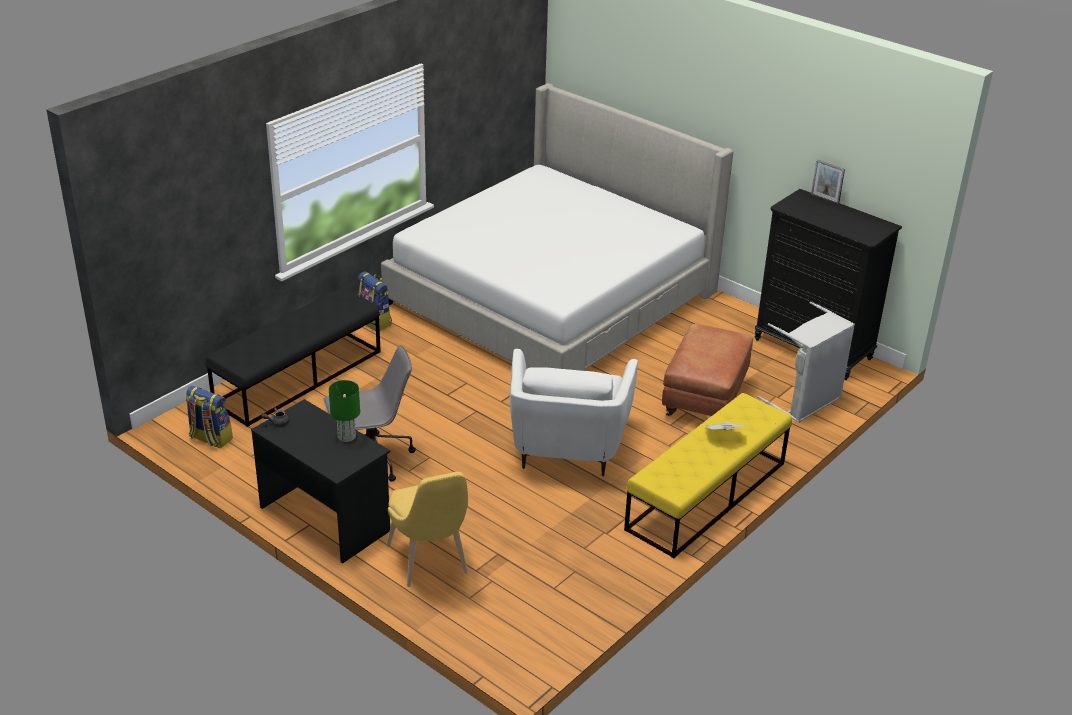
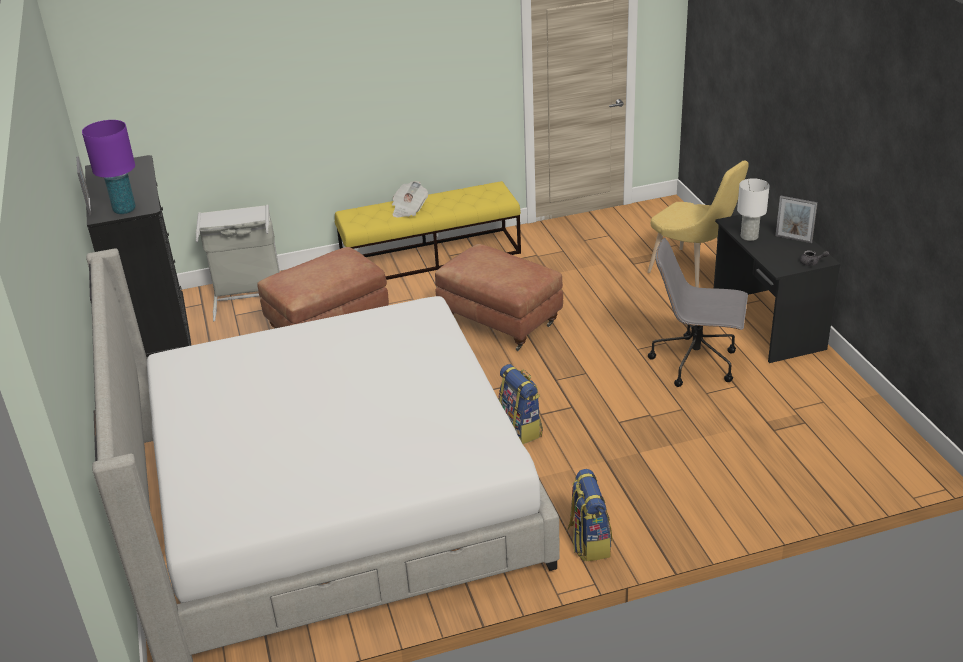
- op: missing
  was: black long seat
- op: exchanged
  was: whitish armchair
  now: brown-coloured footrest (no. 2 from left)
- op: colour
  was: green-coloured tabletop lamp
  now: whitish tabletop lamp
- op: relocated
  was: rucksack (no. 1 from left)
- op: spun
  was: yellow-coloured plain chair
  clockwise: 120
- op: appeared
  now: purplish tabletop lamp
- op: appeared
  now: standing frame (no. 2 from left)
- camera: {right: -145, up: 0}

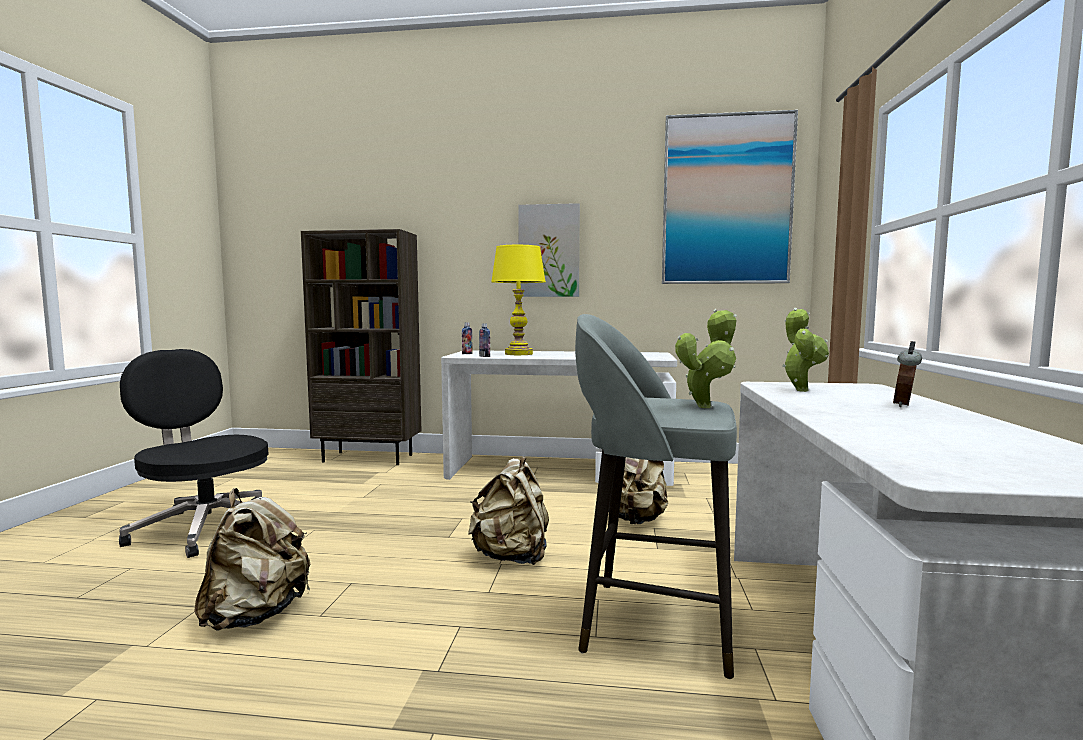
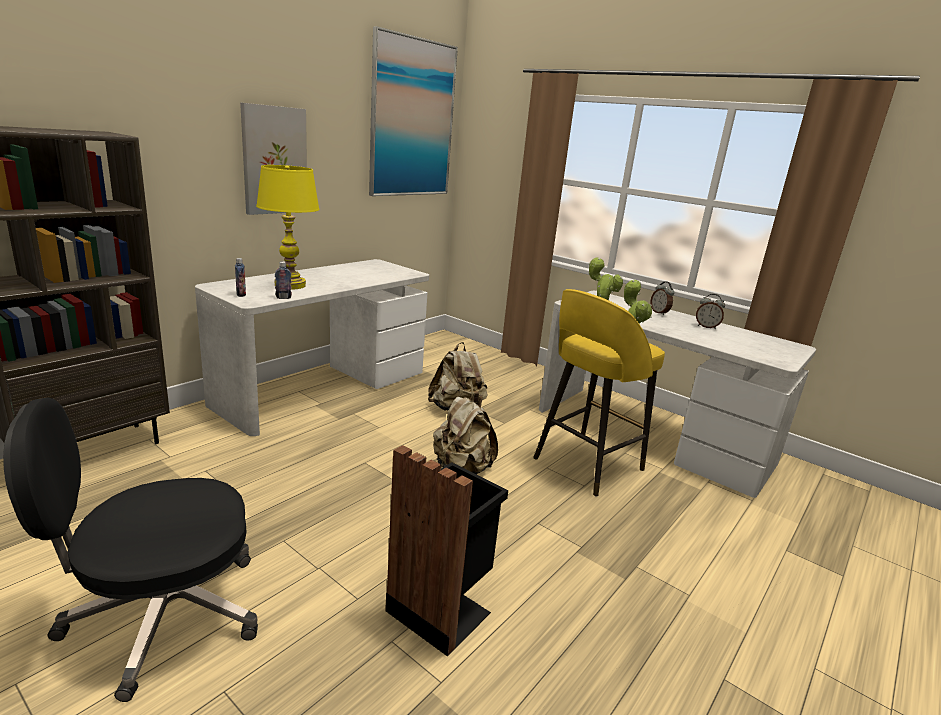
- op: colour
  was: gray sitting stool
  now: yellow-coloured sitting stool
- op: exchanged
  was: beige-coloured rucksack (no. 1 from left)
  now: black trash can
- op: appeared
  now: alarm clock (no. 2 from left)
- camera: {right: -60, up: 15}

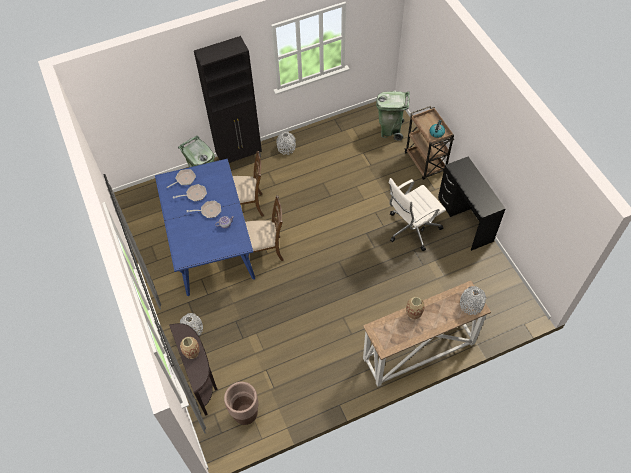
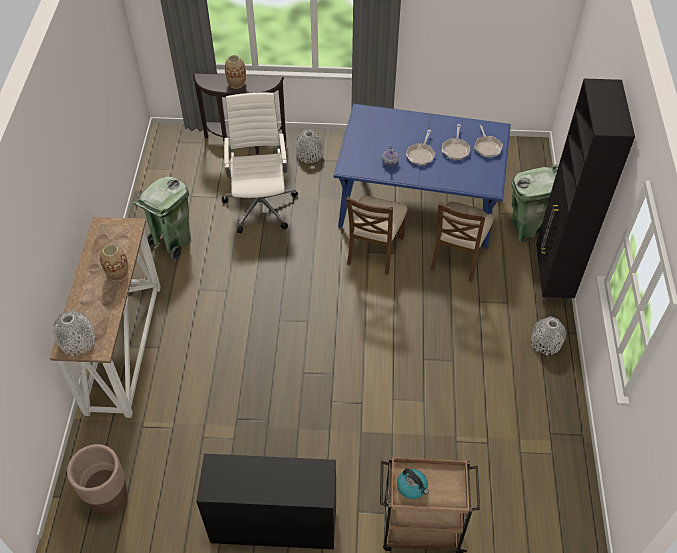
- op: relocated
  was: green-coloured trash can (no. 2 from left in the first image)
  now: green-coloured trash can (no. 1 from left)
- op: relocated
  was: whitish desk chair
- op: relocated
  was: brown-coloured planter
- camera: {right: 115, up: -5}

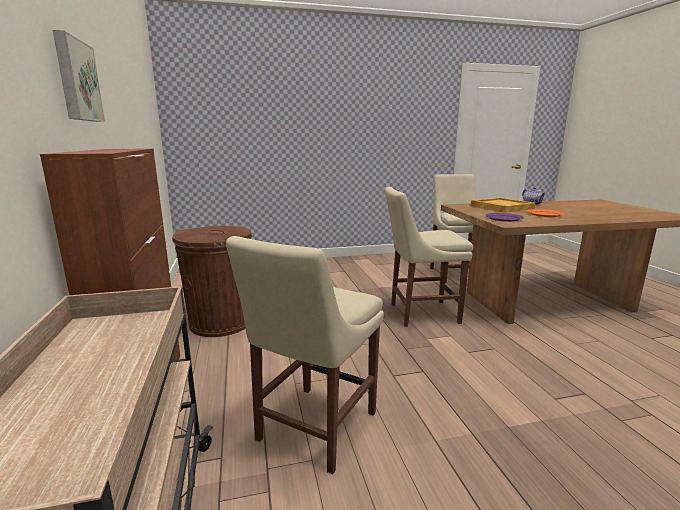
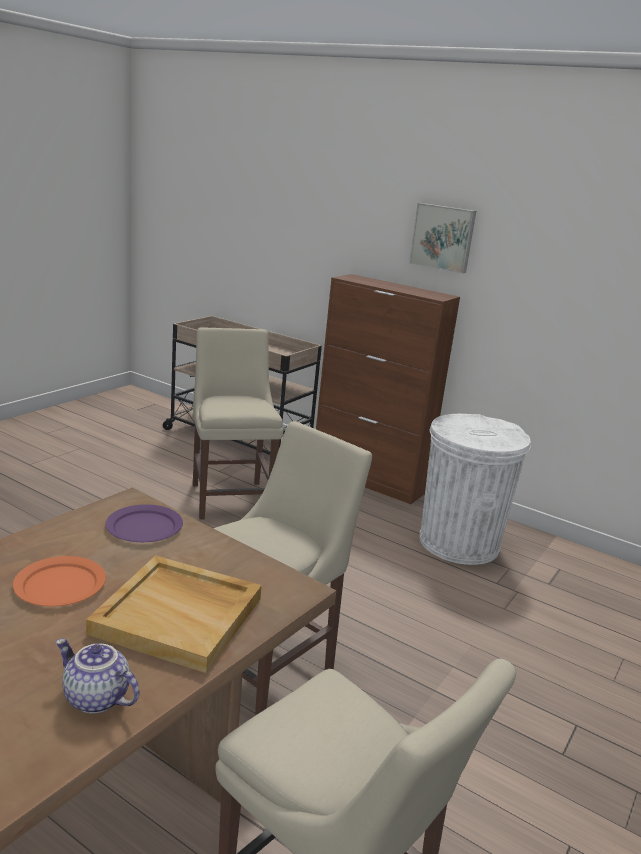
- op: colour
  was: brown-coloured trash can
  now: whitish trash can
- camera: {right: 135, up: 5}

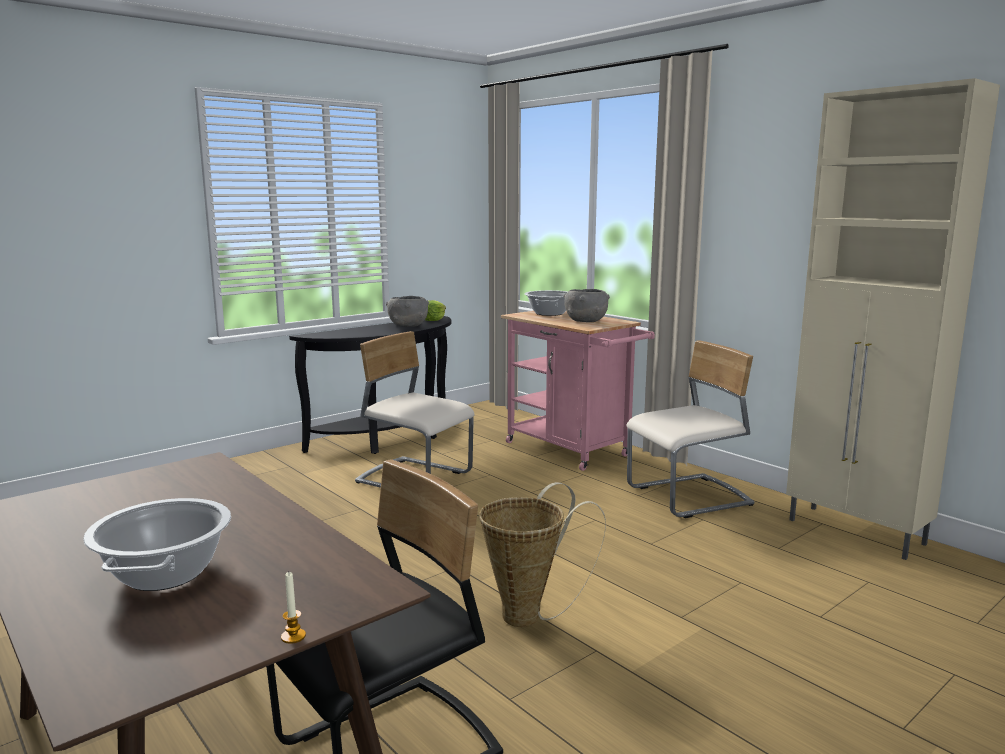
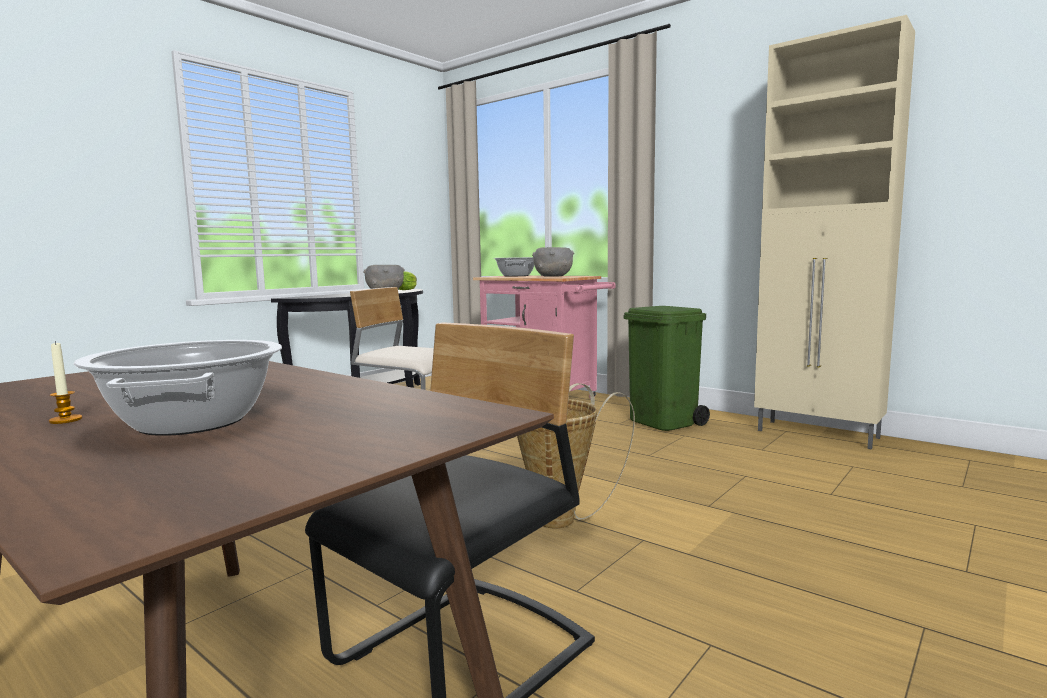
- op: exchanged
  was: beige-coloured plain chair (no. 2 from left)
  now: green-coloured trash can
- op: relocated
  was: wax candle
- camera: {right: -10, up: -5}

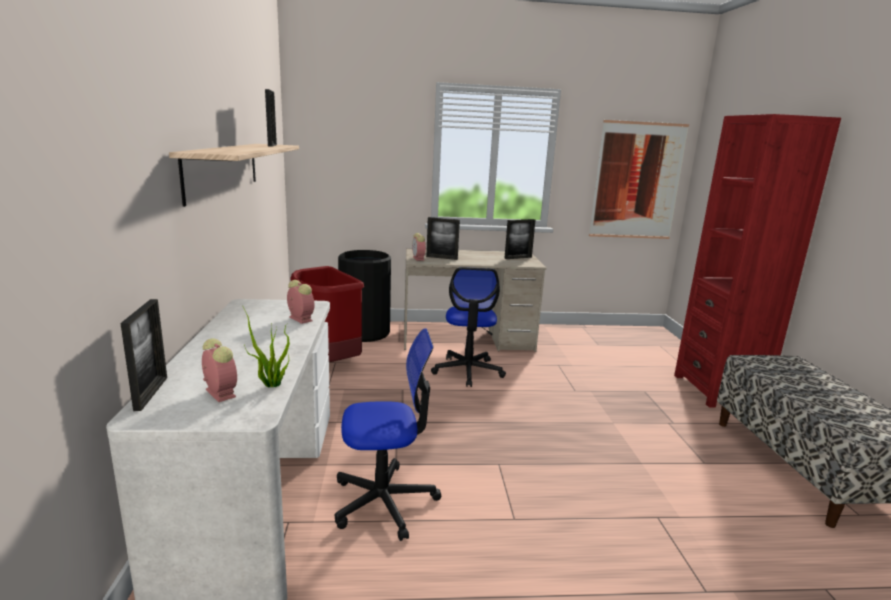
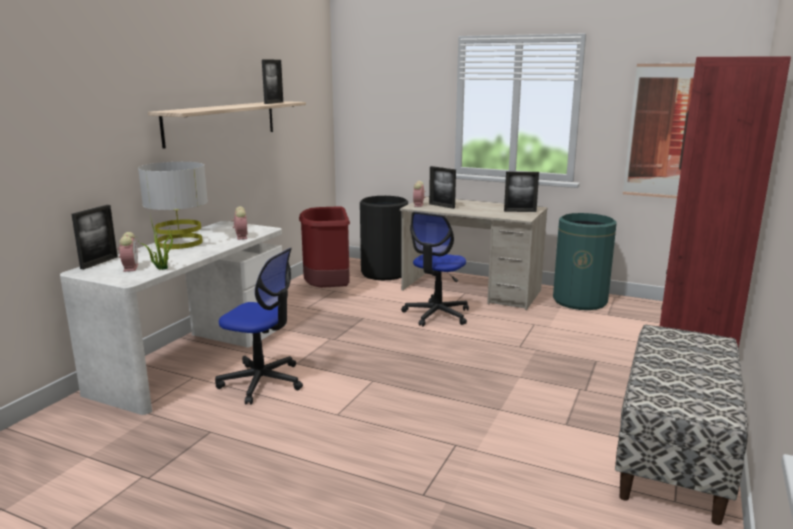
- op: appeared
  now: gray tabletop lamp
- op: appeared
  now: green-coloured trash can
- camera: {right: 30, up: 0}

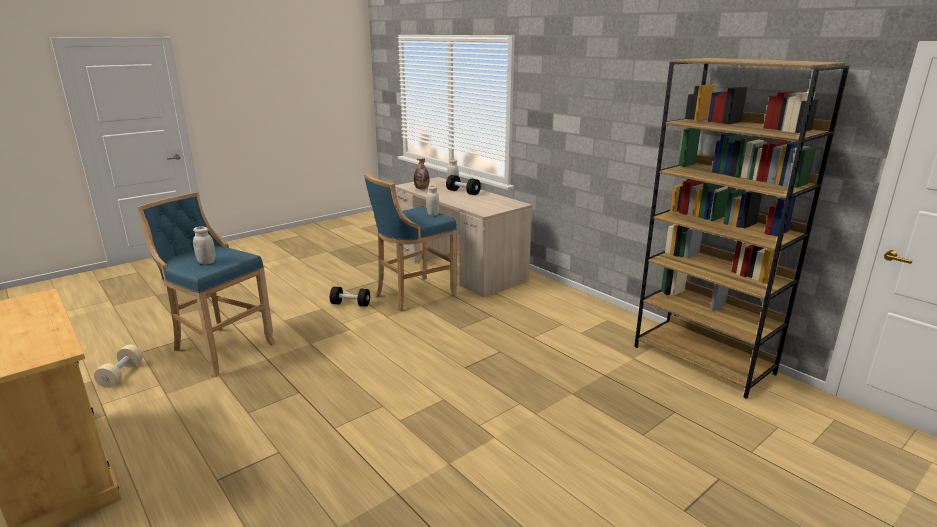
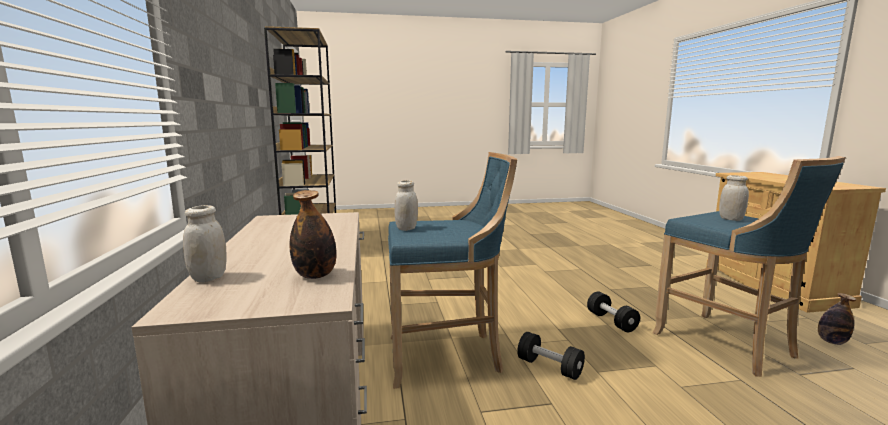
- op: relocated
  was: black free weight (no. 2 from left)
- op: exchanged
  was: beige-coloured free weight
  now: bottle (no. 2 from left)
- camera: {right: -150, up: -10}

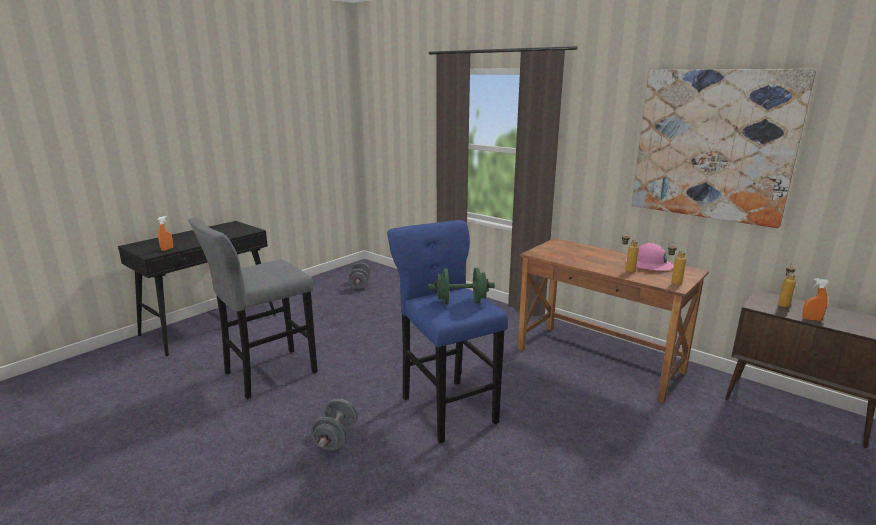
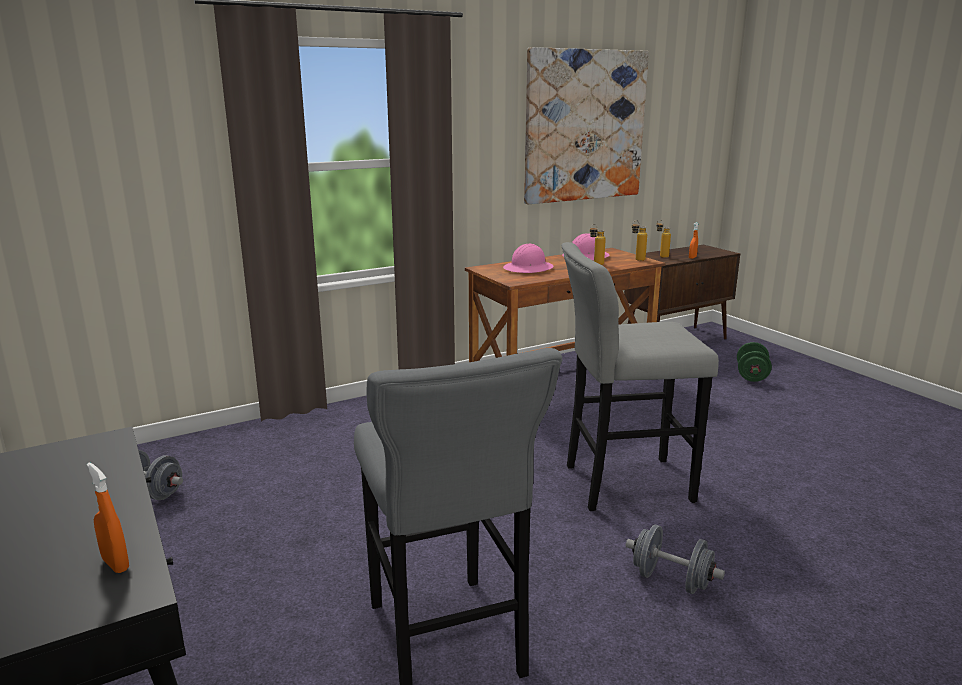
- op: colour
  was: blue-coloured sitting stool
  now: gray sitting stool (no. 2 from left)
- op: relocated
  was: green-coloured free weight
- op: appeared
  now: pink hard hat (no. 1 from left)
- camera: {right: -70, up: 0}

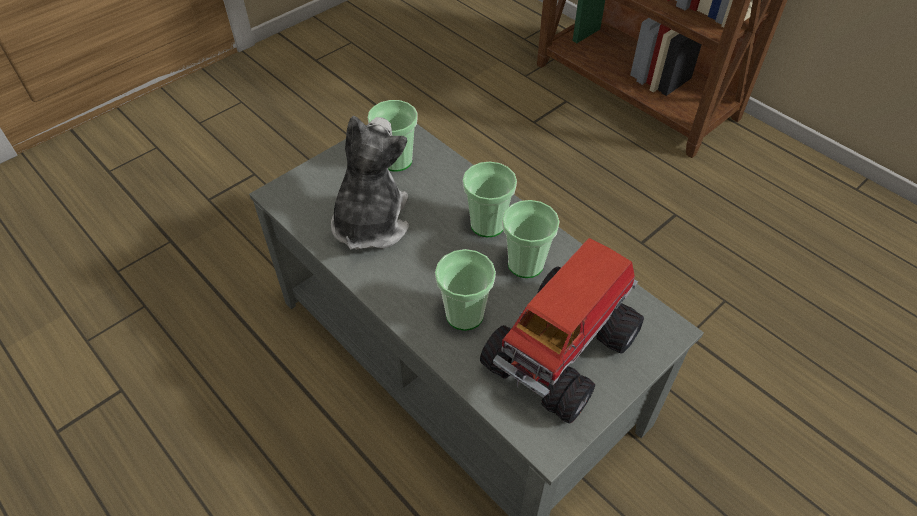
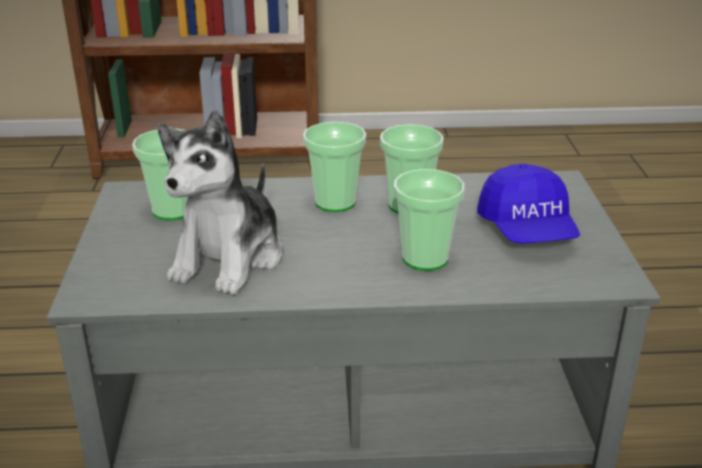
- op: spun
  was: plush toy
  clockwise: -120
- op: exchanged
  was: toy lorry
  now: blue-coloured cap
- camera: {right: -50, up: -20}

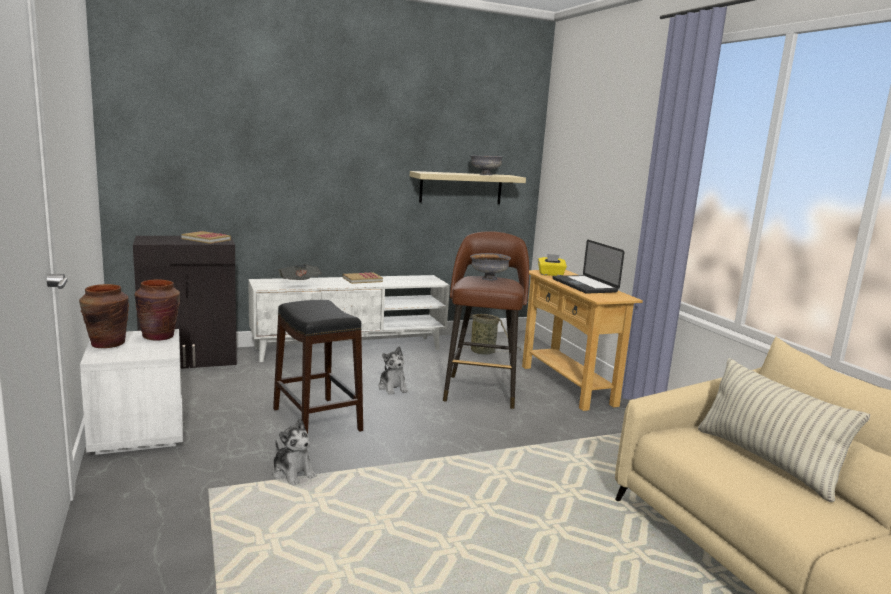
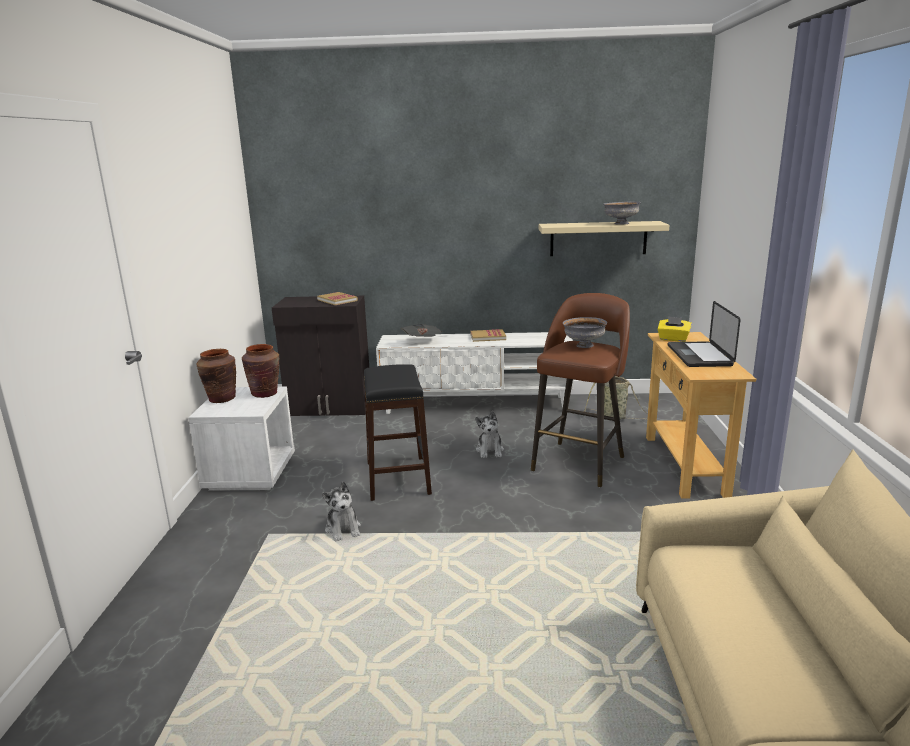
- op: missing
  was: pillow
- camera: {right: 25, up: 5}

